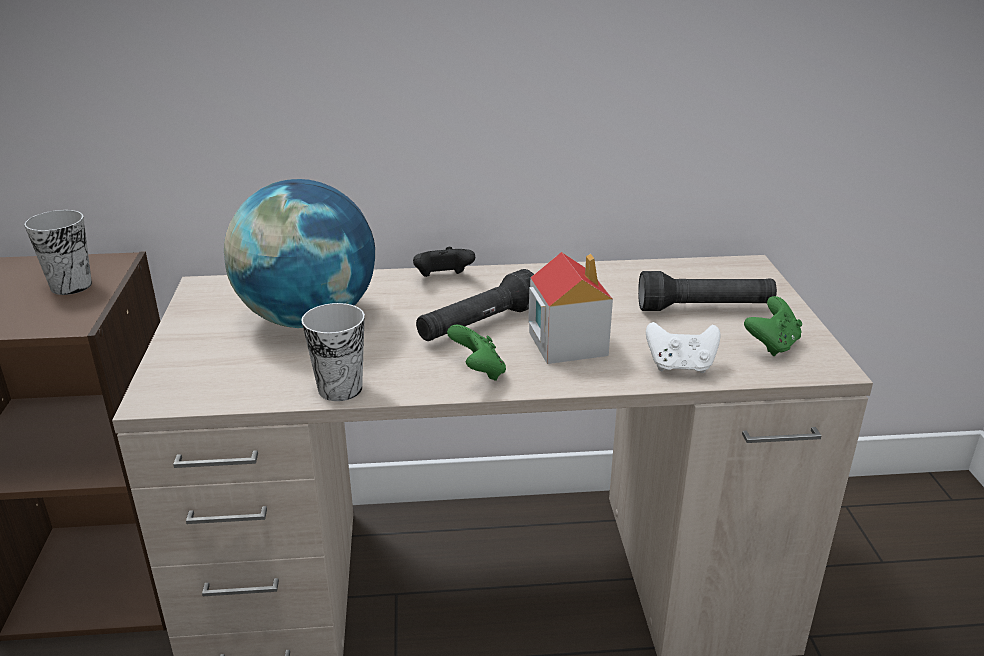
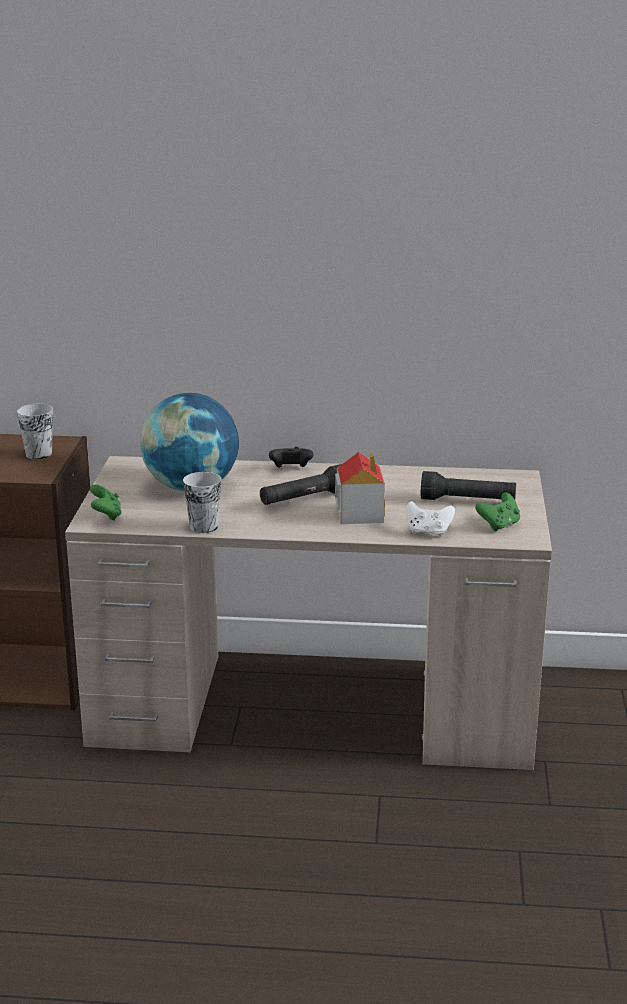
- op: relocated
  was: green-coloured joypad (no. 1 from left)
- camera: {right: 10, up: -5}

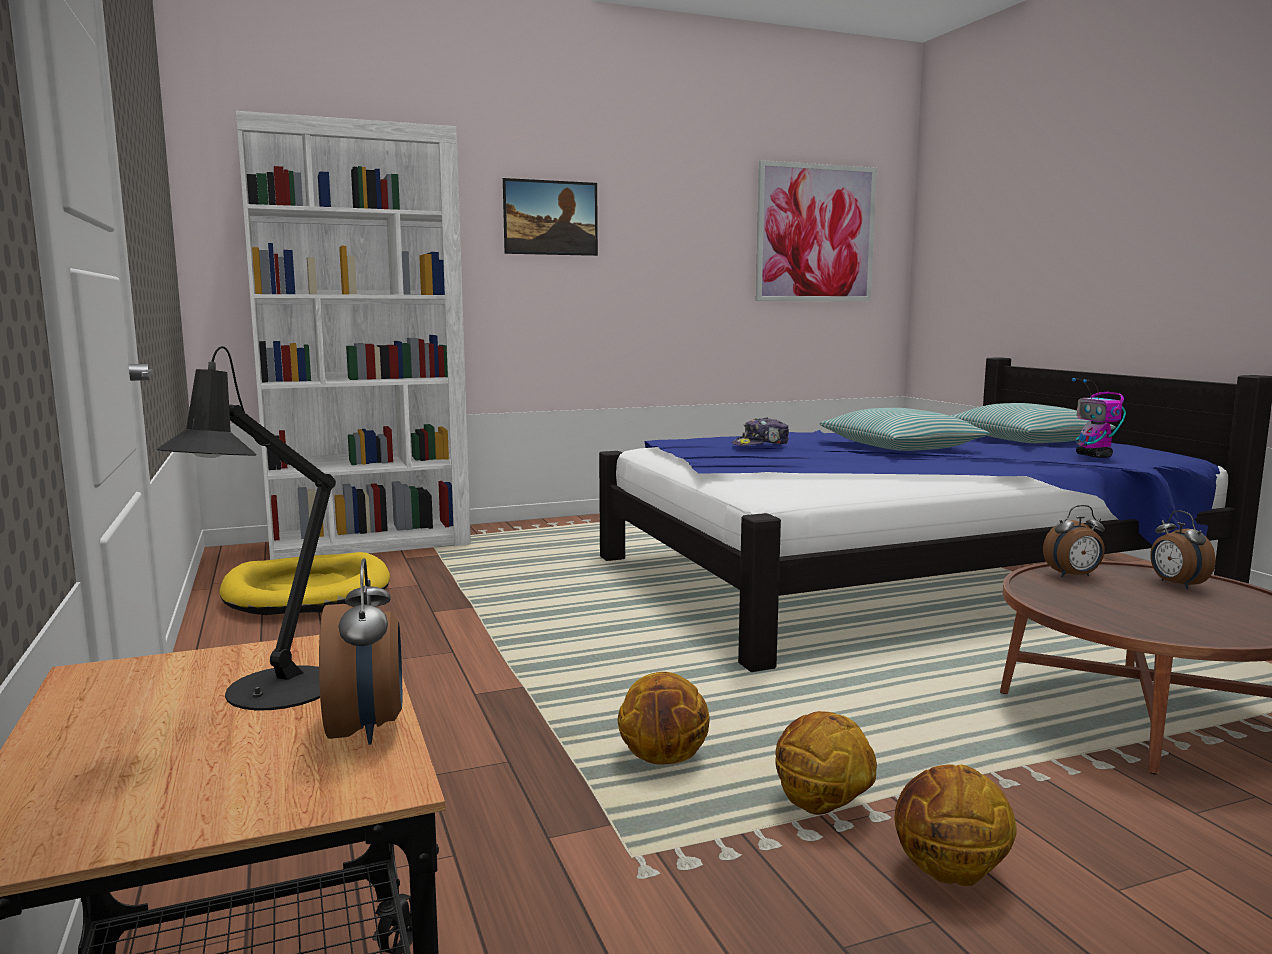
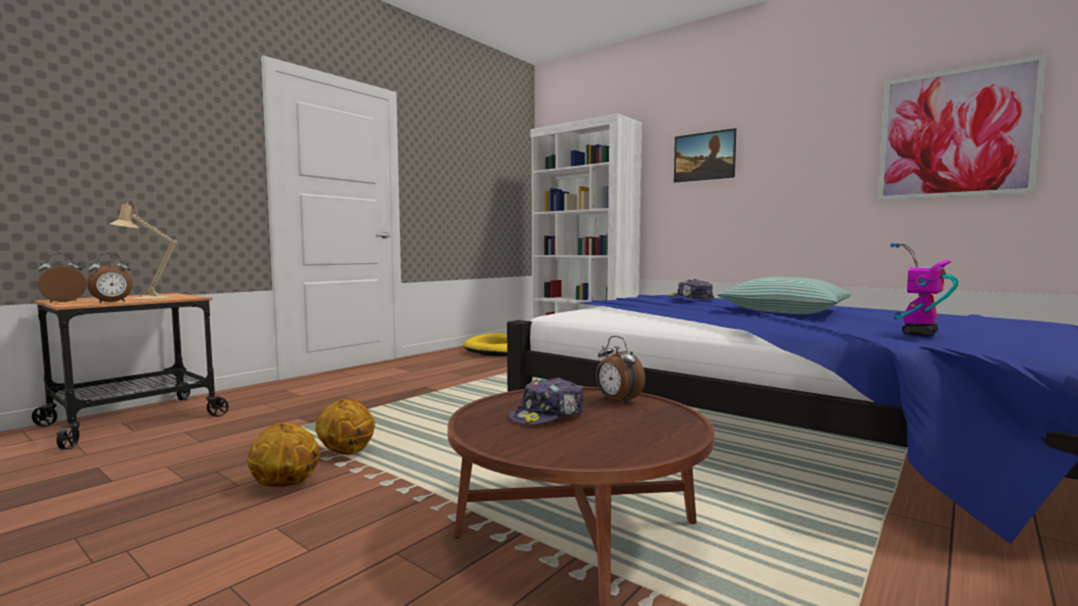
- op: colour
  was: black tabletop lamp
  now: beige-coloured tabletop lamp
- op: missing
  was: pillow (no. 2 from left)
- op: relocated
  was: alarm clock (no. 3 from left in the first image)
  now: alarm clock (no. 1 from left)
- op: missing
  was: basketball (no. 1 from left)
- op: appeared
  now: cap (no. 1 from left)
- camera: {right: 60, up: -5}

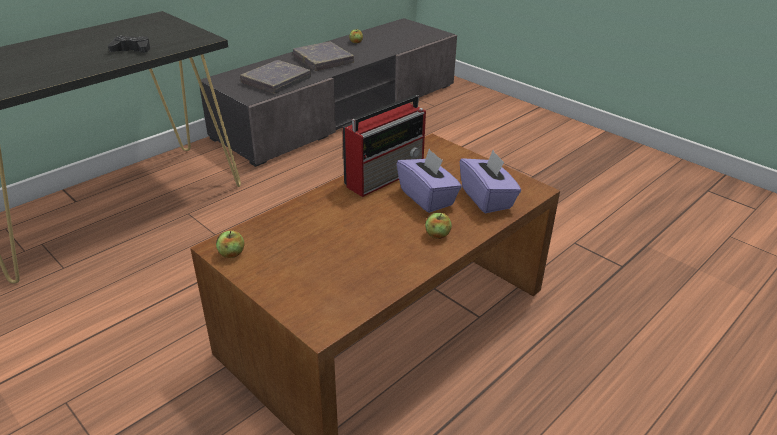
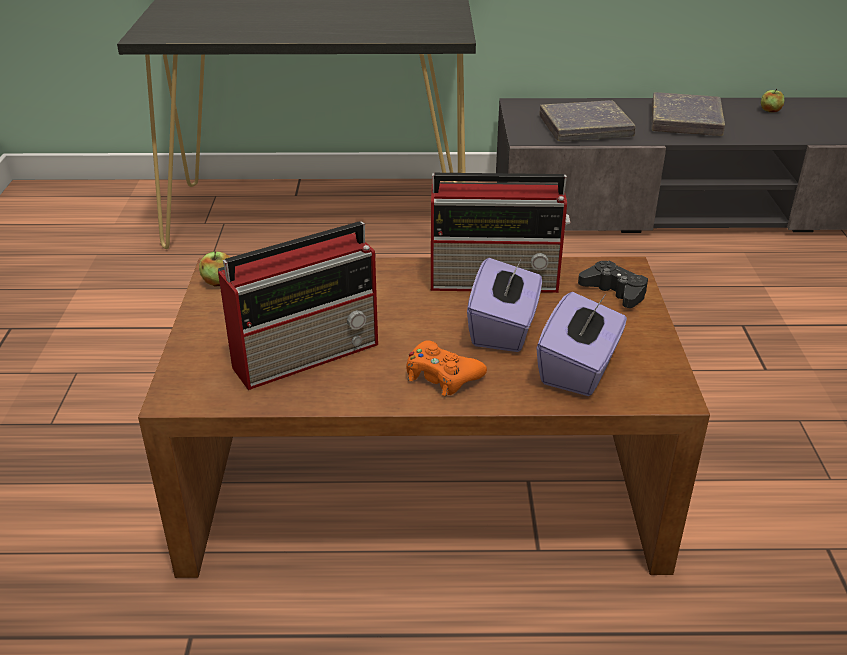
- op: relocated
  was: black joypad
- op: exchanged
  was: apple fruit (no. 3 from left)
  now: orangey joypad
- op: appeared
  now: radio set (no. 1 from left)
- camera: {right: 45, up: 0}

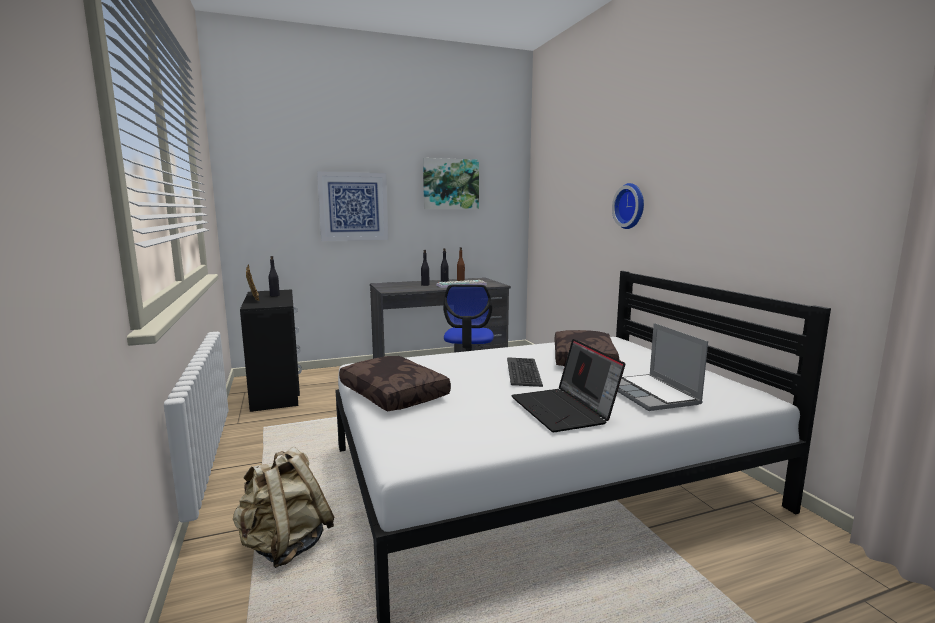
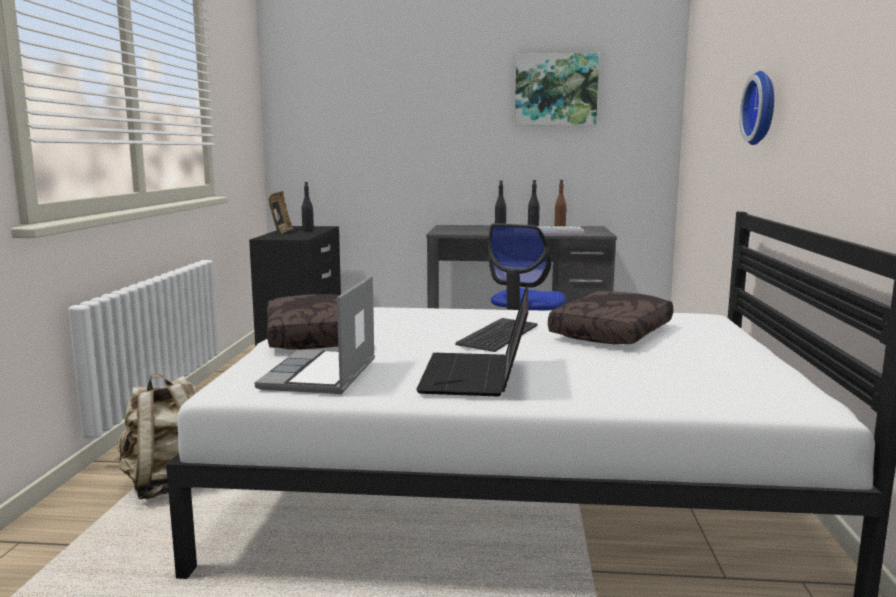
- op: missing
  was: wall art (no. 1 from left)
- op: relocated
  was: laptop (no. 2 from left in the first image)
  now: laptop (no. 1 from left)
- camera: {right: 25, up: 0}

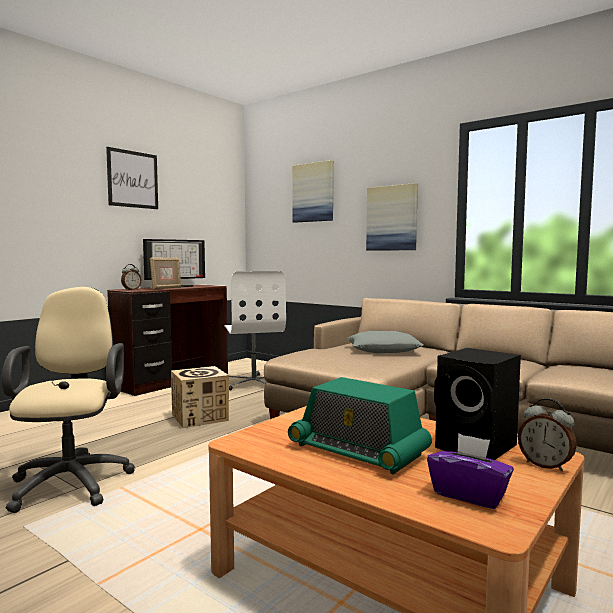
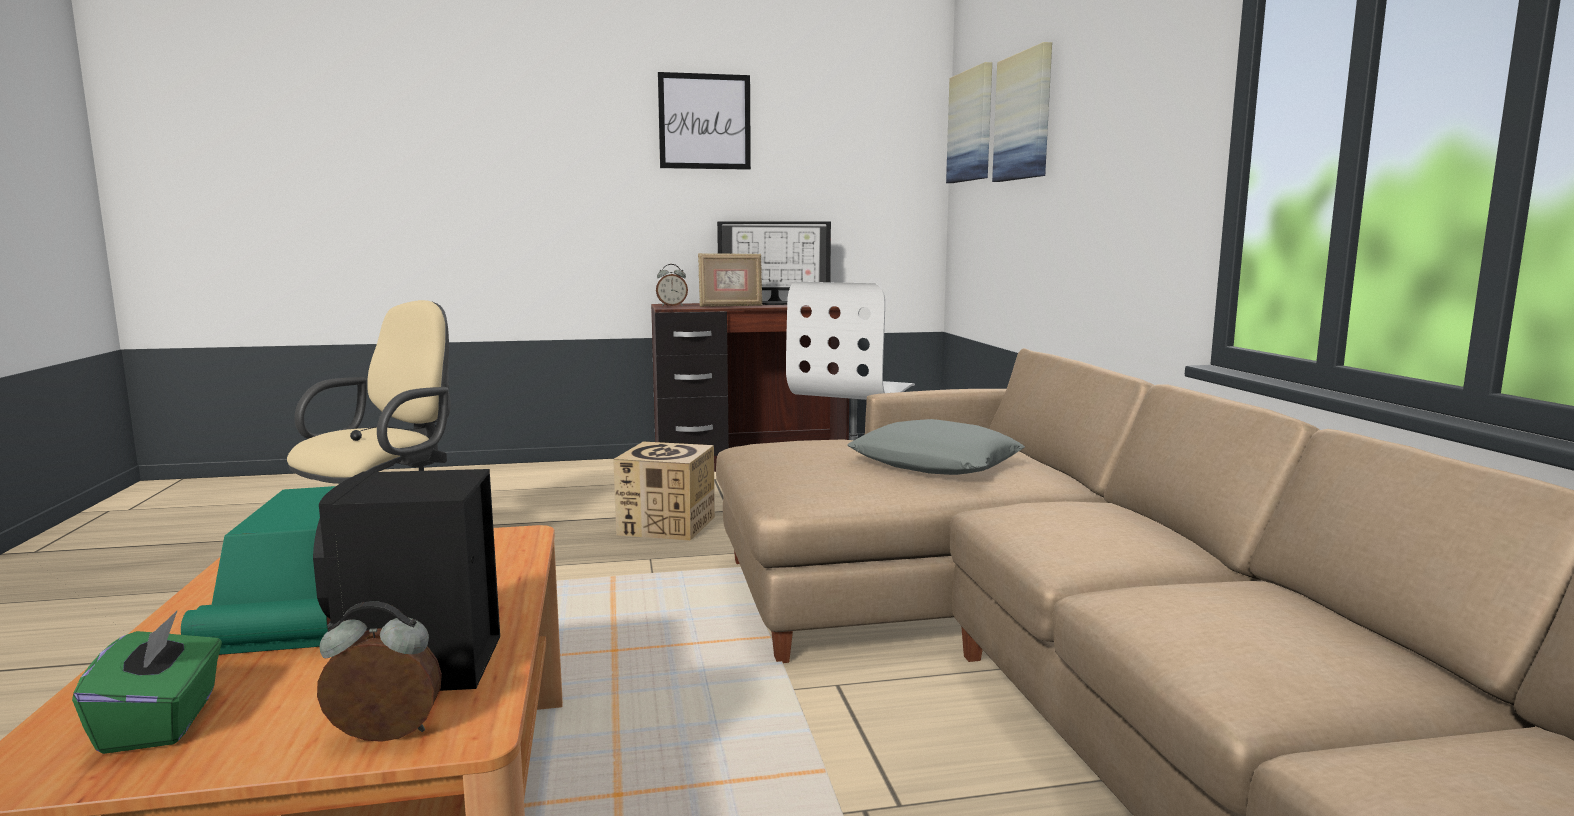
- op: relocated
  was: wall art (no. 3 from left in the first image)
  now: wall art (no. 2 from left)
- op: spun
  was: alarm clock (no. 2 from left in the first image)
  clockwise: 90
- op: colour
  was: purplish tissue holder
  now: green-coloured tissue holder
- camera: {right: 40, up: 5}

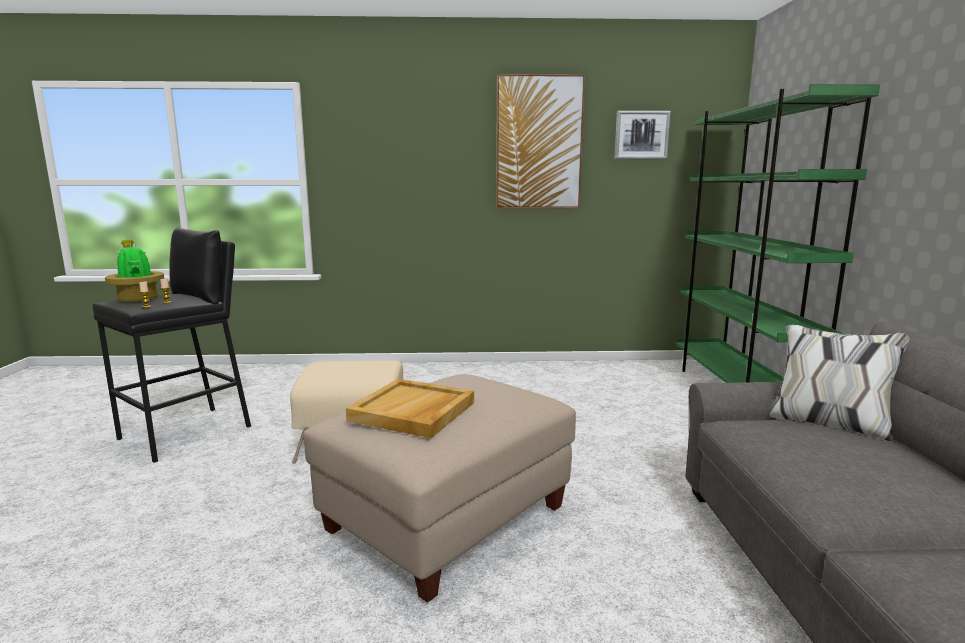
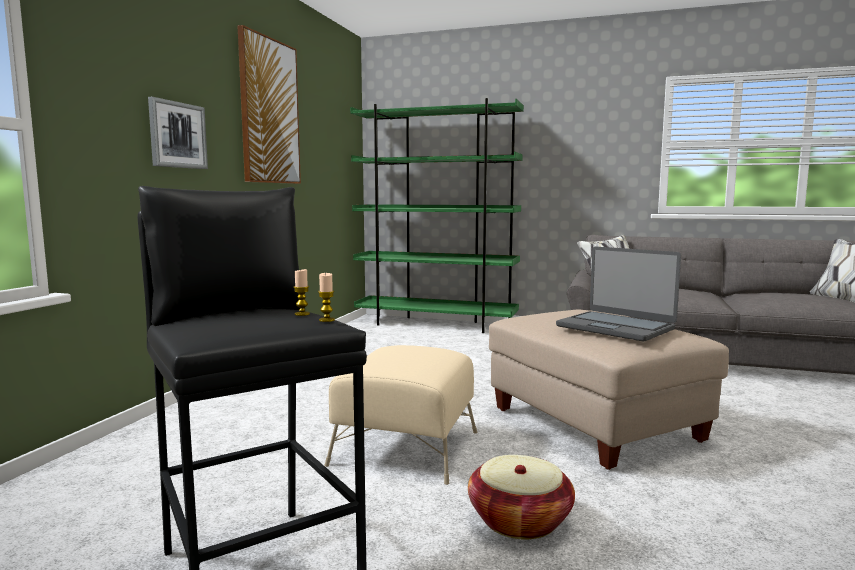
- op: relocated
  was: wall art (no. 2 from left in the first image)
  now: wall art (no. 1 from left)
- op: missing
  was: potted plant
- op: exchanged
  was: beige-coloured carrying tray
  now: laptop
- op: appeared
  now: storage basket
- camera: {right: -70, up: -5}

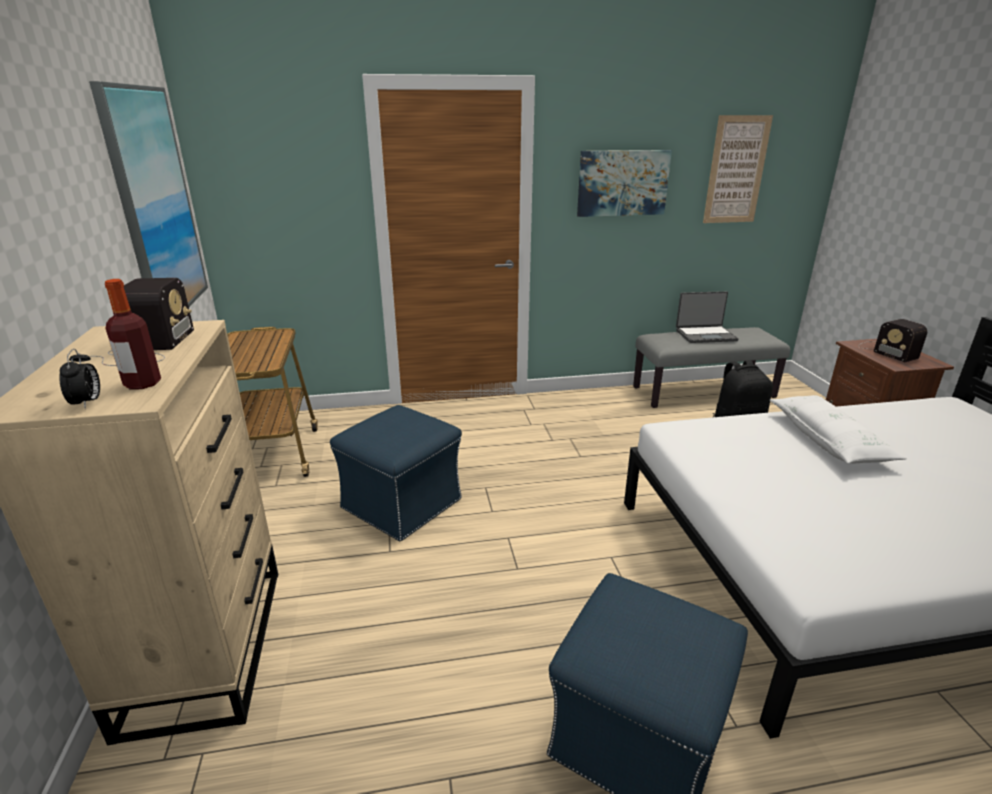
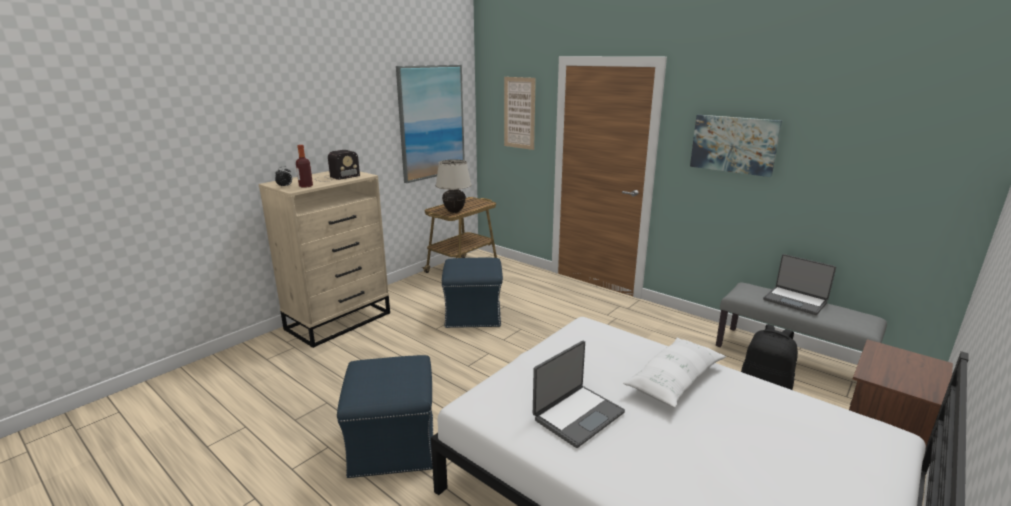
- op: relocated
  was: wall art (no. 3 from left in the first image)
  now: wall art (no. 2 from left)
- op: missing
  was: radio set (no. 2 from left)
- op: appeared
  now: beige-coloured tabletop lamp
- op: appeared
  now: laptop (no. 1 from left)
- camera: {right: 50, up: -5}

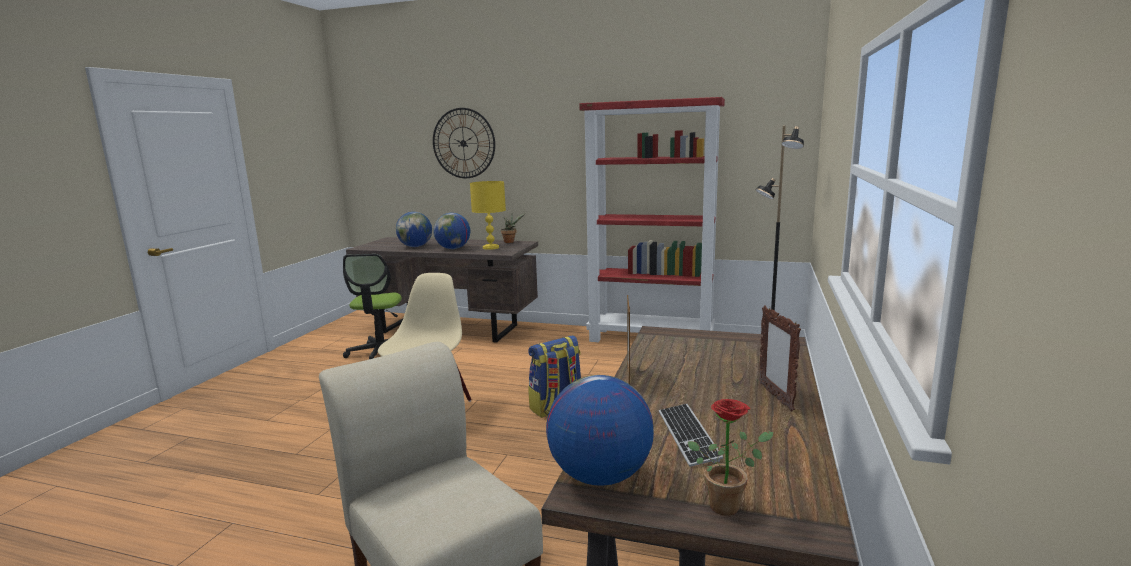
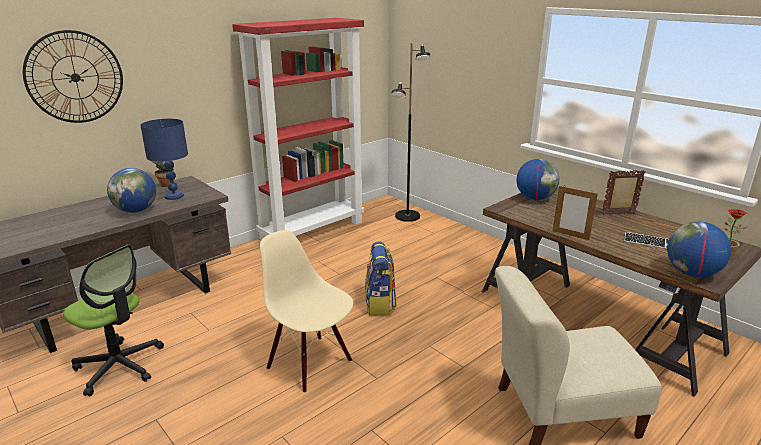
- op: colour
  was: yellow-coloured tabletop lamp
  now: blue-coloured tabletop lamp
- op: relocated
  was: globe (no. 1 from left in the first image)
  now: globe (no. 2 from left)
- op: spun
  was: standing frame (no. 2 from left)
  clockwise: 150
- camera: {right: -60, up: 10}

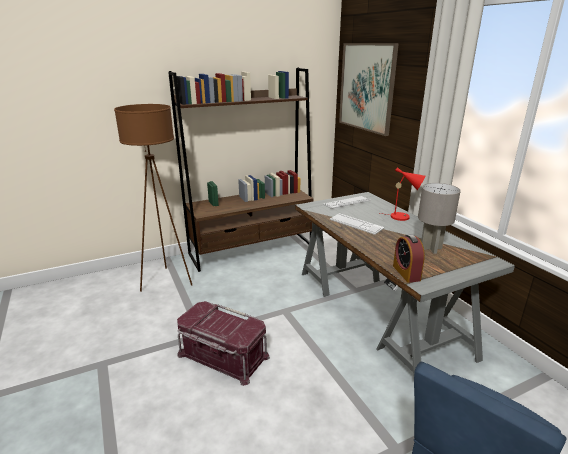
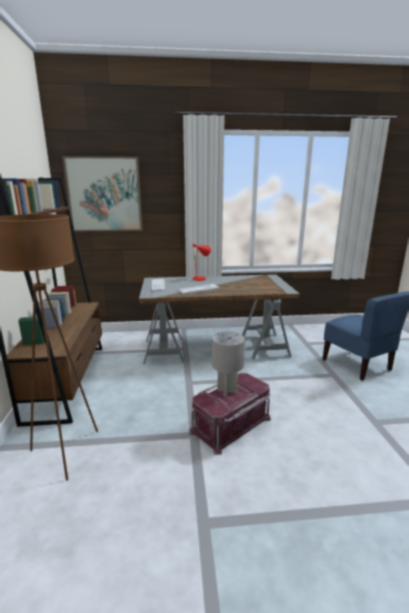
- op: relocated
  was: gray tabletop lamp
- op: missing
  was: alarm clock
- camera: {right: -70, up: -5}

